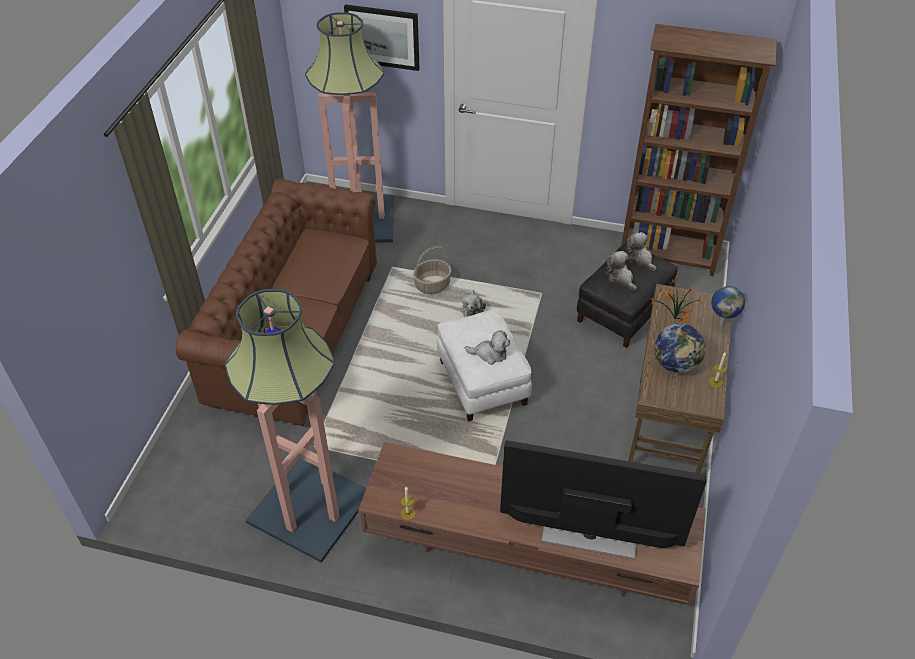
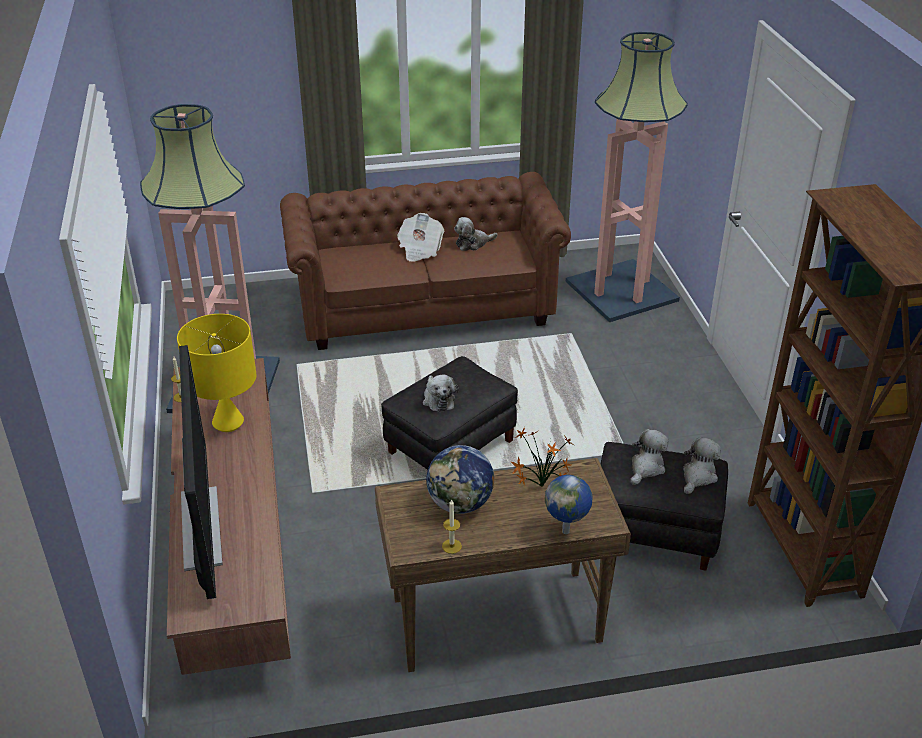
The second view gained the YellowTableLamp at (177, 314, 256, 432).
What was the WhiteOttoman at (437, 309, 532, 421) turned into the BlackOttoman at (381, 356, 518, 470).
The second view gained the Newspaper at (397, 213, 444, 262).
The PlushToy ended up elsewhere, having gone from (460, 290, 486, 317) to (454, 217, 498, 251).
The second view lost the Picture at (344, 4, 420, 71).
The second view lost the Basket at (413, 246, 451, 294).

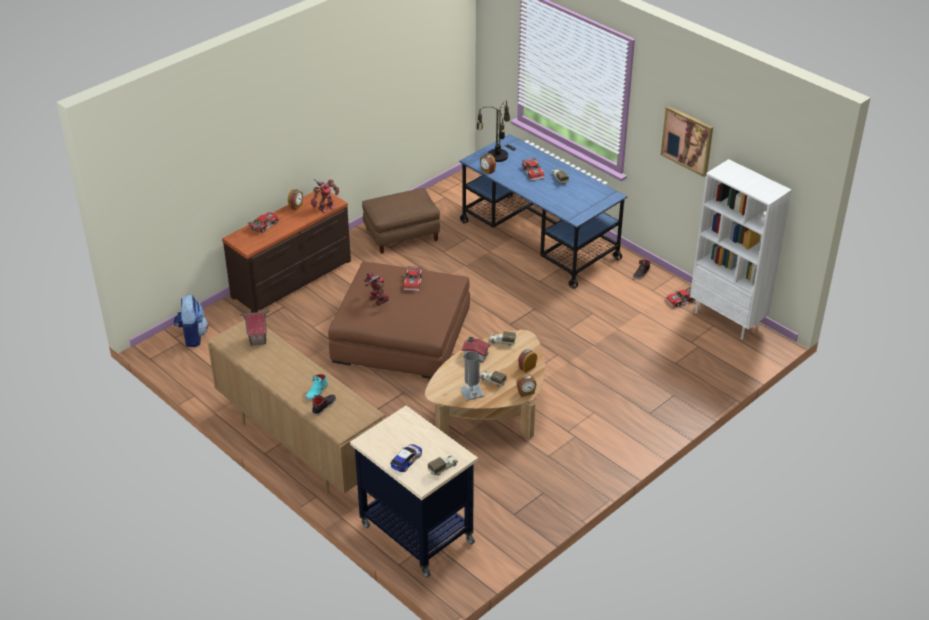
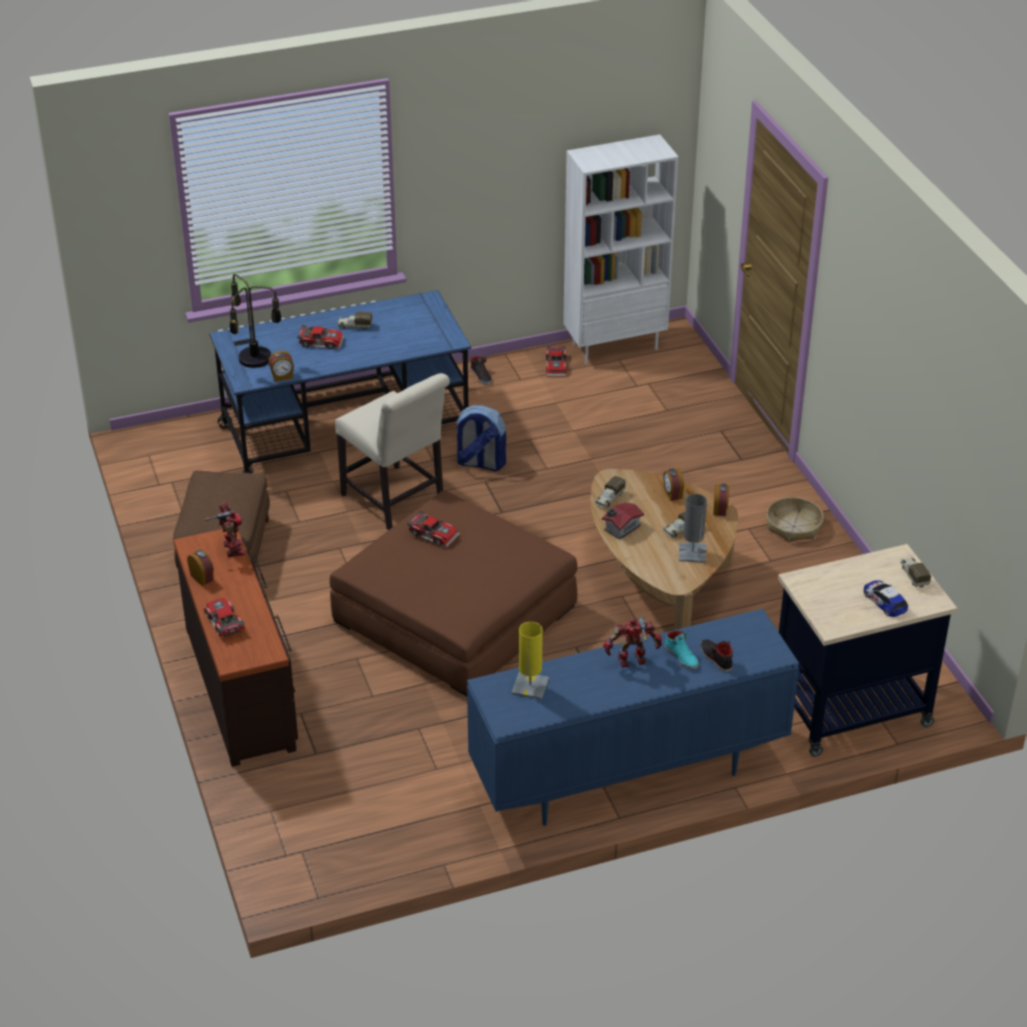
The second view gained the BeigeChair at (335, 373, 450, 530).
The Backpack ended up elsewhere, having gone from (174, 295, 208, 347) to (455, 405, 506, 471).
What was the BrownDresser at (207, 320, 386, 494) turned into the BlueDresser at (467, 609, 800, 826).
Where the ToyHouse stood at (240, 310, 269, 346), the YellowTableLamp came to stand at (512, 622, 549, 700).
The ToyRobot ended up elsewhere, having gone from (364, 271, 389, 305) to (603, 617, 662, 668).
The second view gained the Basket at (767, 497, 824, 543).
The second view lost the Picture at (661, 106, 713, 177).

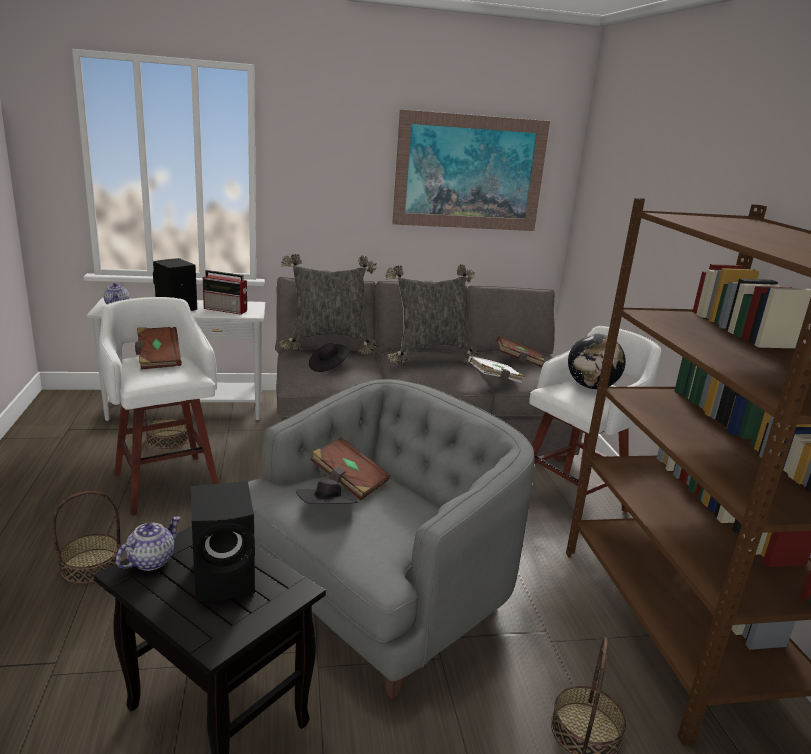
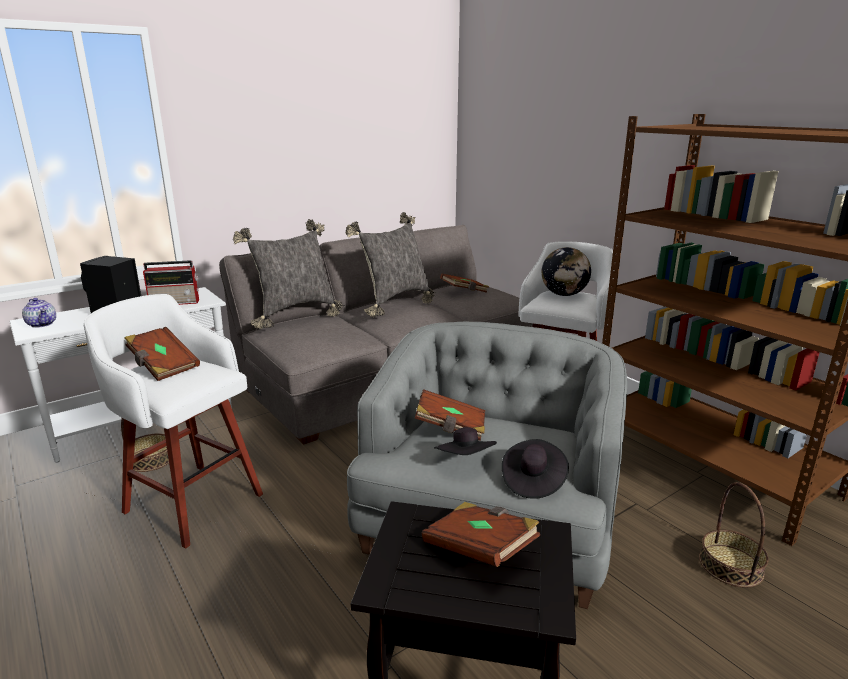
Where the BlackSpeaker stood at (190, 481, 255, 601), the BrownBook came to stand at (421, 502, 540, 567).
The BlackHat ended up elsewhere, having gone from (309, 343, 350, 372) to (502, 439, 569, 499).
The second view lost the Basket at (52, 491, 121, 584).
The second view lost the Teapot at (116, 516, 181, 571).
The second view lost the Picture at (392, 109, 550, 231).
The second view lost the WhiteBook at (468, 356, 525, 383).

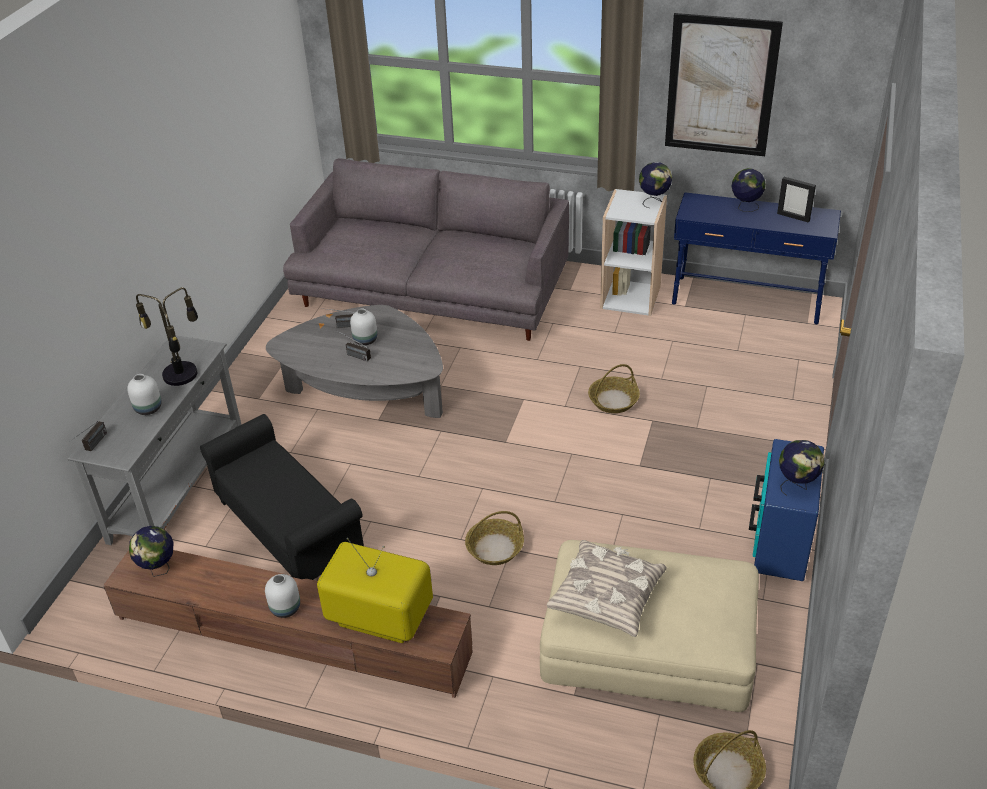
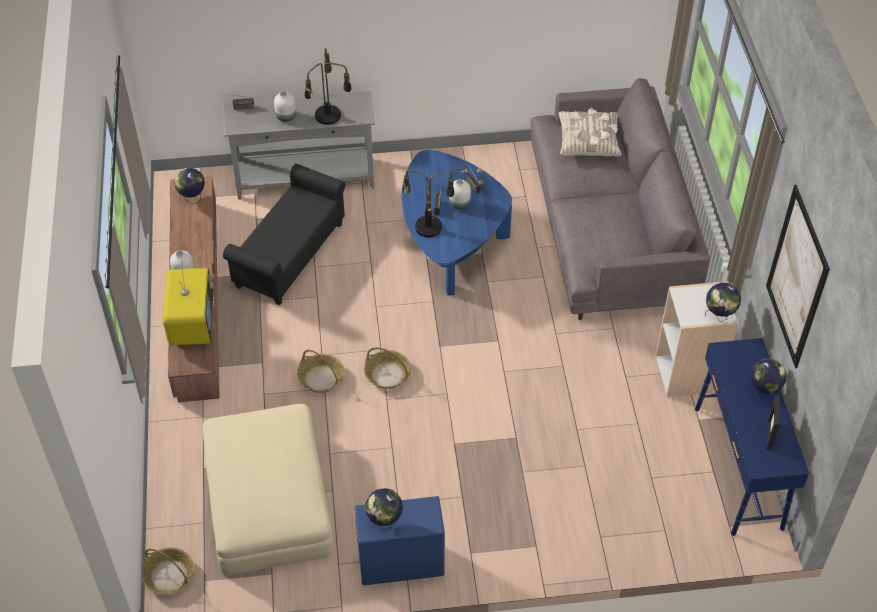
The Basket ended up elsewhere, having gone from (588, 364, 640, 413) to (364, 347, 411, 389).
What was the GreyCoffeeTable at (266, 305, 443, 418) turned into the BlueCoffeeTable at (402, 150, 512, 296).
The second view gained the TableLamp at (402, 170, 454, 237).
The BeigePillow ended up elsewhere, having gone from (547, 540, 667, 637) to (558, 108, 622, 157).

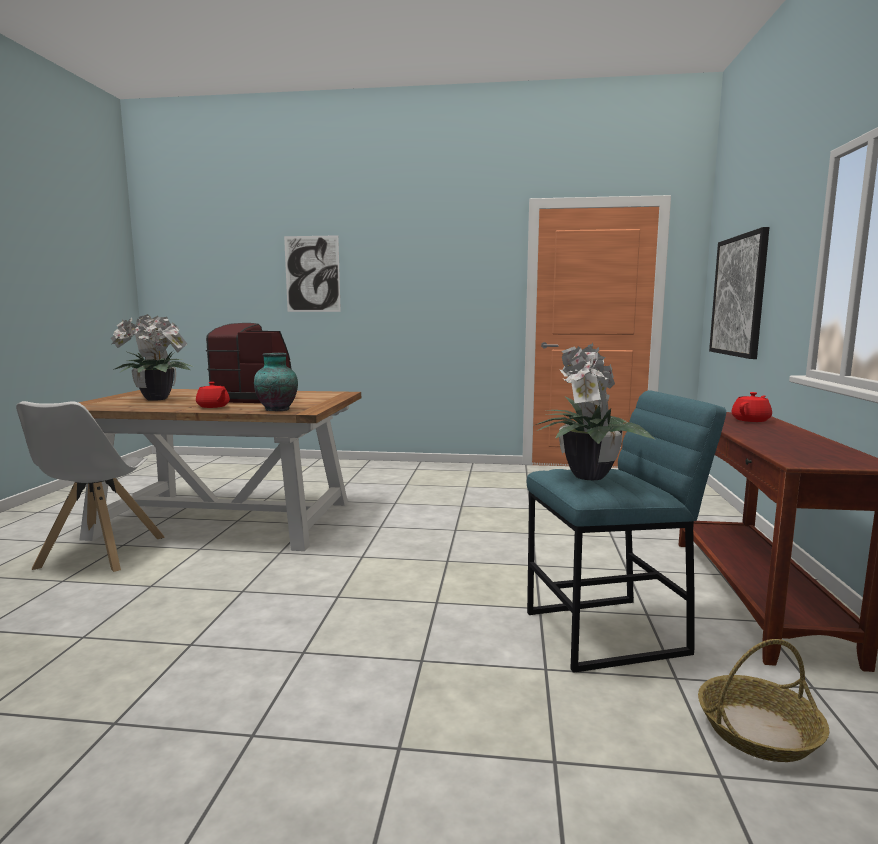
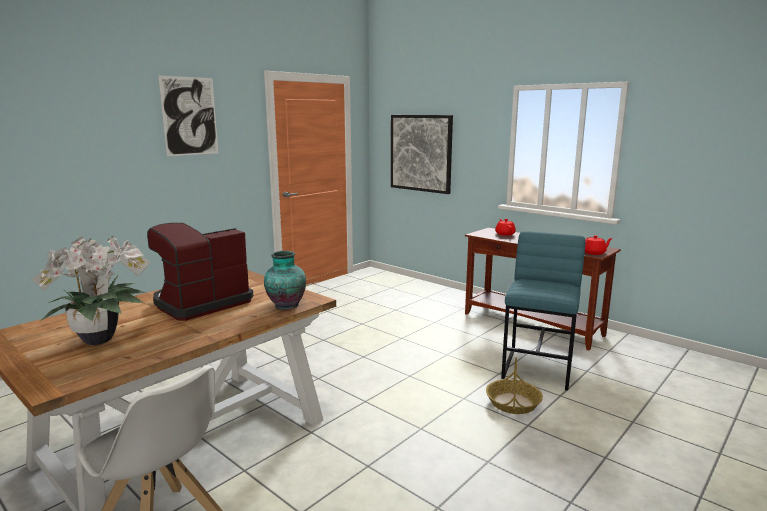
The Picture ended up elsewhere, having gone from (284, 235, 341, 312) to (158, 75, 218, 156).
The Basket ended up elsewhere, having gone from (698, 639, 830, 762) to (486, 357, 543, 414).
The RedTeapot ended up elsewhere, having gone from (196, 382, 230, 408) to (585, 235, 613, 255).
The second view lost the PottedPlant at (536, 343, 655, 480).

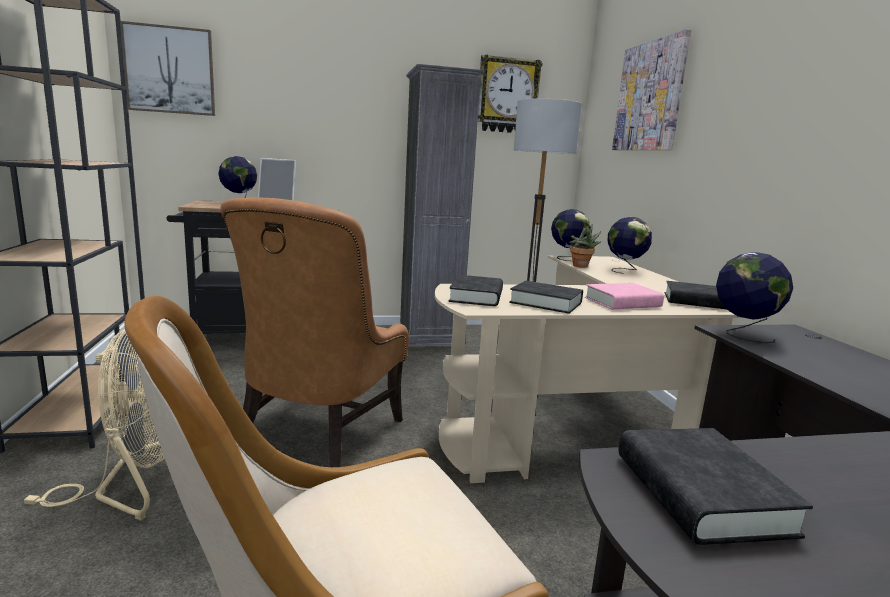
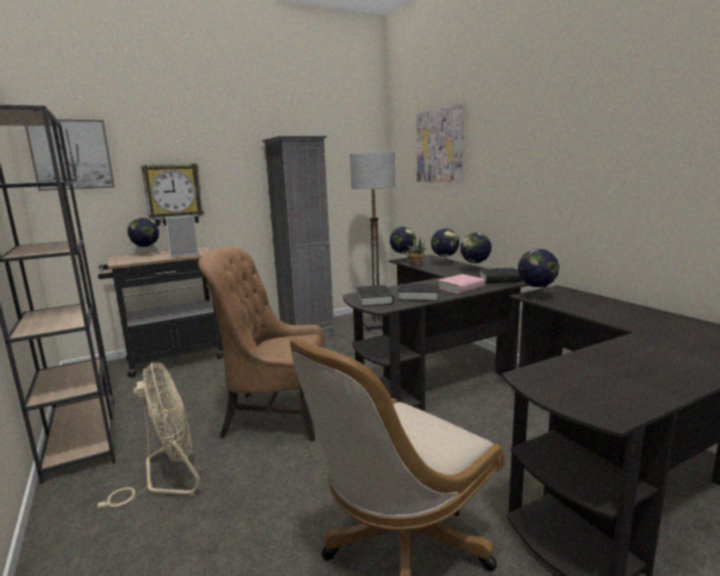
The WallClock ended up elsewhere, having gone from (478, 54, 543, 133) to (141, 164, 204, 226).
The BrownChair at (220, 198, 409, 467) ended up facing another way, 90 degrees clockwise from before.
What was the BeigeDesk at (435, 255, 766, 483) turned into the BlackDesk at (343, 254, 530, 411).
The second view gained the Globe at (461, 233, 491, 273).
The second view lost the BlackBook at (618, 428, 813, 545).

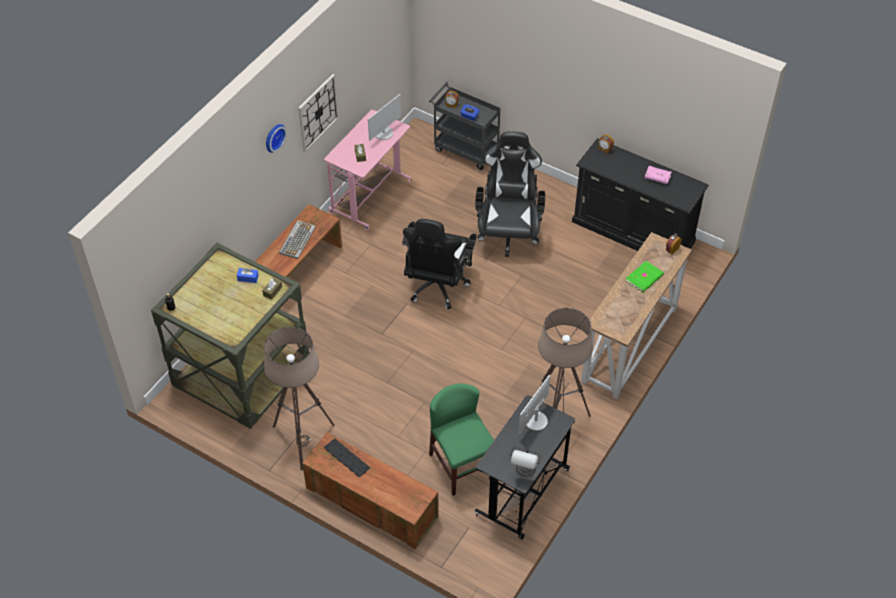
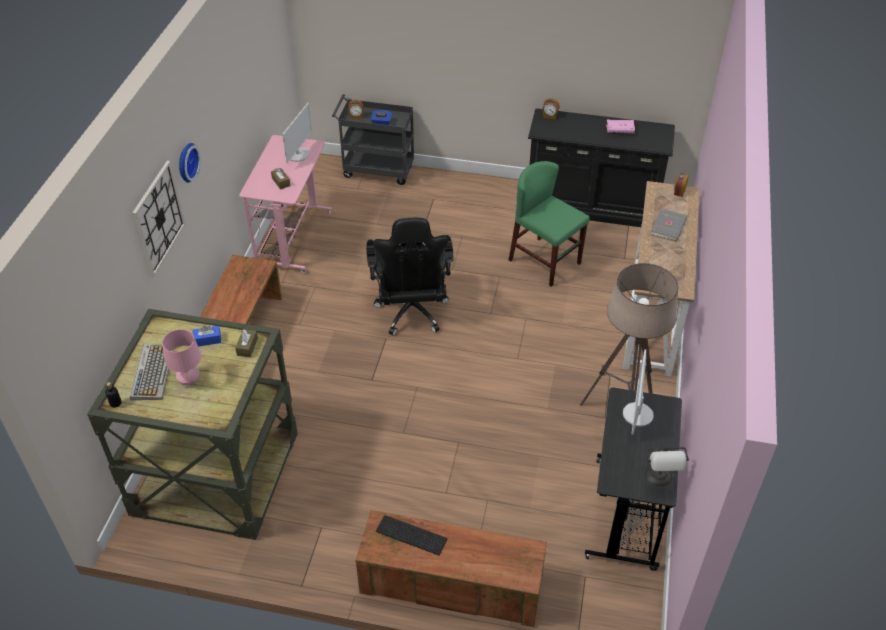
The Keyboard ended up elsewhere, having gone from (279, 220, 316, 259) to (130, 344, 174, 400).
The WallClock ended up elsewhere, having gone from (298, 74, 339, 152) to (132, 161, 186, 277).
The second view gained the PinkTableLamp at (162, 329, 201, 386).
The GreenChair ended up elsewhere, having gone from (429, 384, 494, 496) to (509, 161, 590, 287).
What was the GreenBook at (626, 261, 664, 293) turned into the GreyBook at (650, 209, 687, 242).
The second view lost the FloorLamp at (264, 327, 335, 470).
The second view lost the BlackOfficeChair at (475, 131, 545, 257).

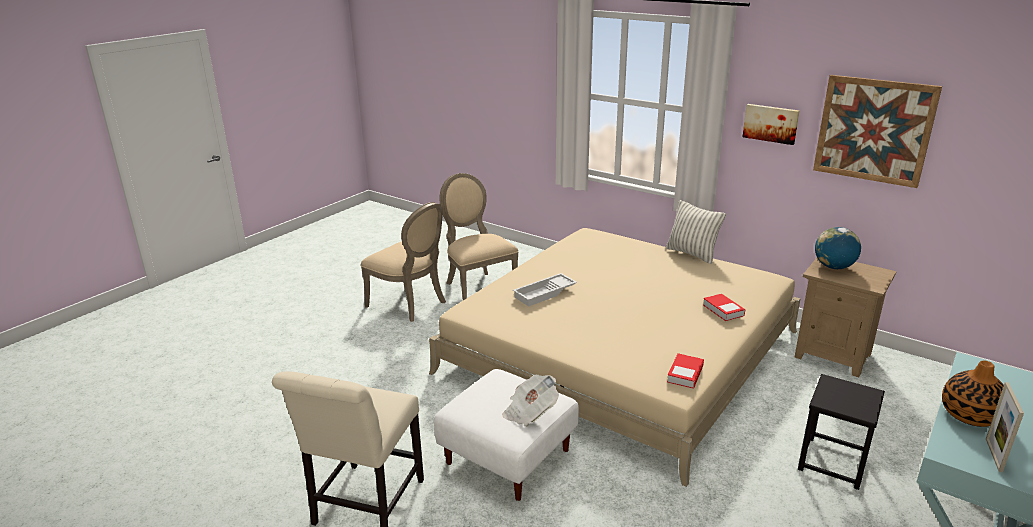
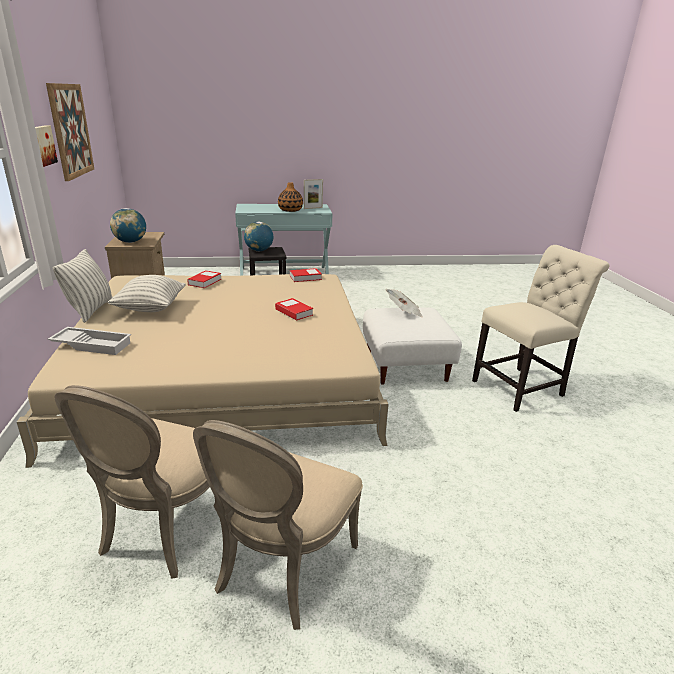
The WhiteTray ended up elsewhere, having gone from (513, 273, 577, 306) to (48, 327, 131, 355).
The second view gained the Pillow at (108, 275, 186, 312).
The BeigeChair at (361, 202, 446, 322) ended up facing another way, 150 degrees counterclockwise from before.
The second view gained the Globe at (244, 221, 273, 251).
The second view gained the Book at (275, 298, 313, 321).

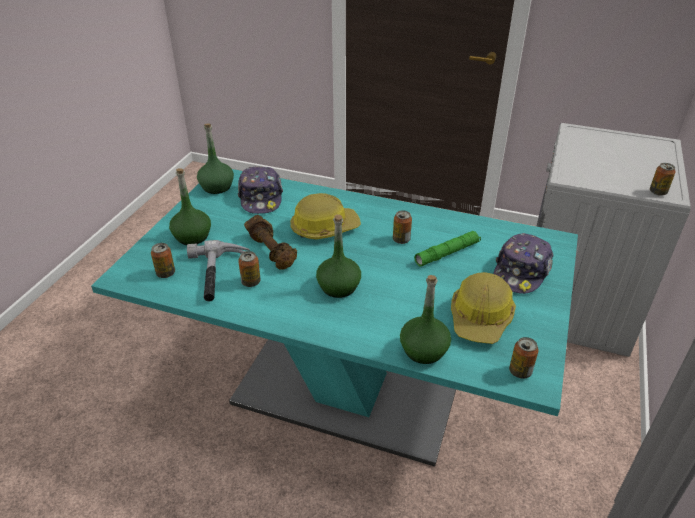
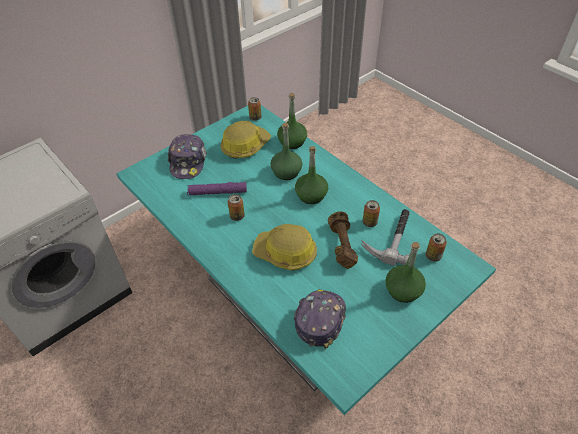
The Cap at (493, 233, 554, 294) ended up facing another way, 120 degrees clockwise from before.
What was the GreenFlashlight at (414, 231, 481, 266) turned into the PurpleFlashlight at (187, 182, 247, 195).
The GreenBottle ended up elsewhere, having gone from (197, 123, 234, 194) to (270, 123, 302, 180).
The second view lost the Can at (650, 163, 676, 196).

